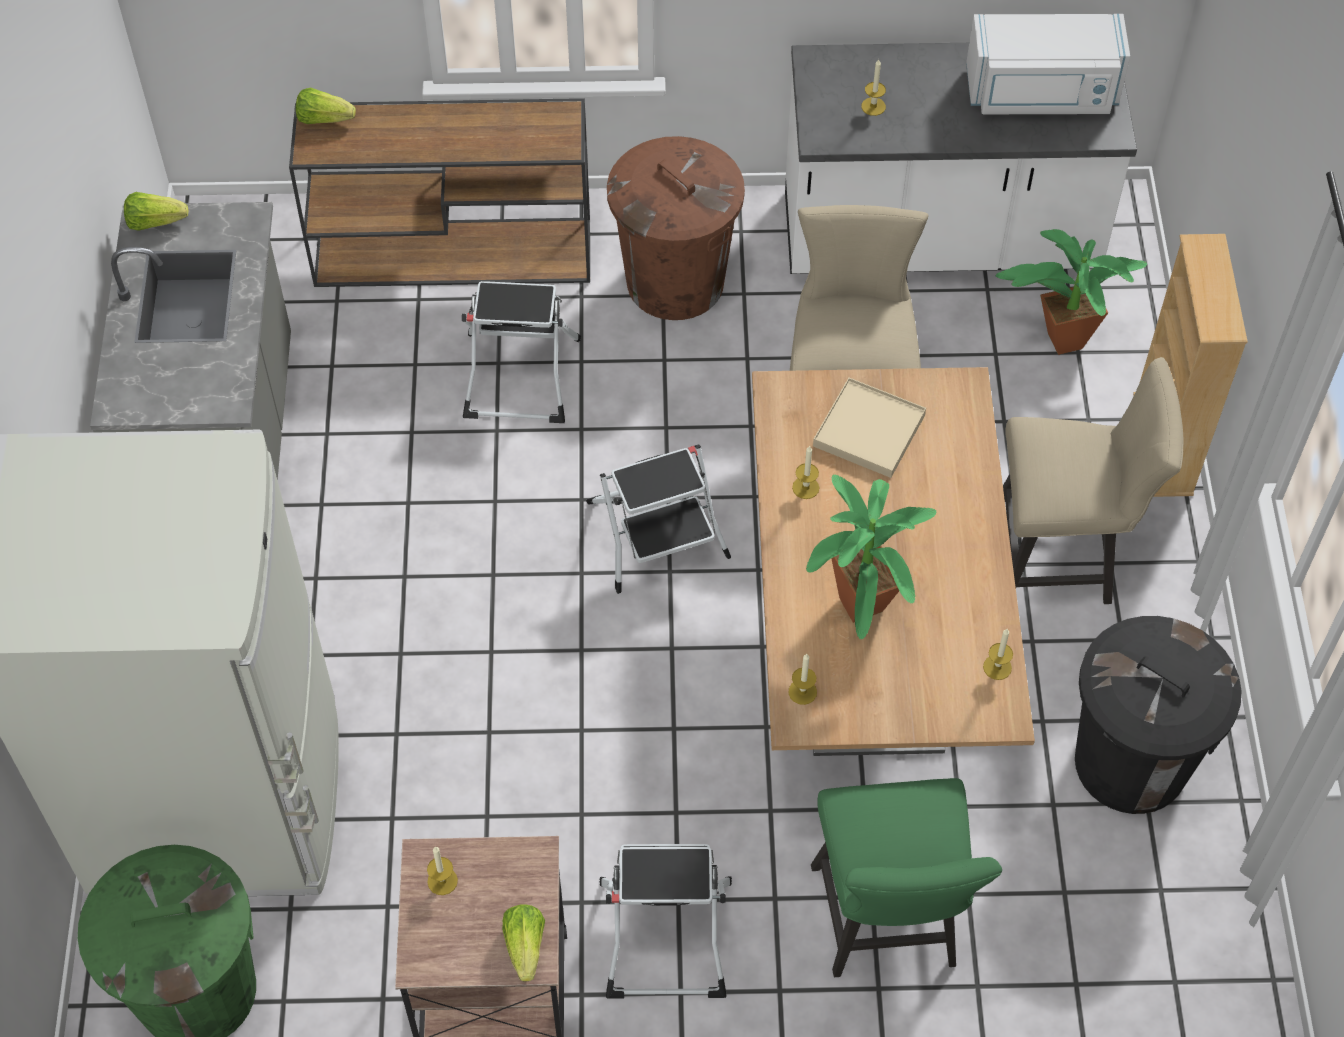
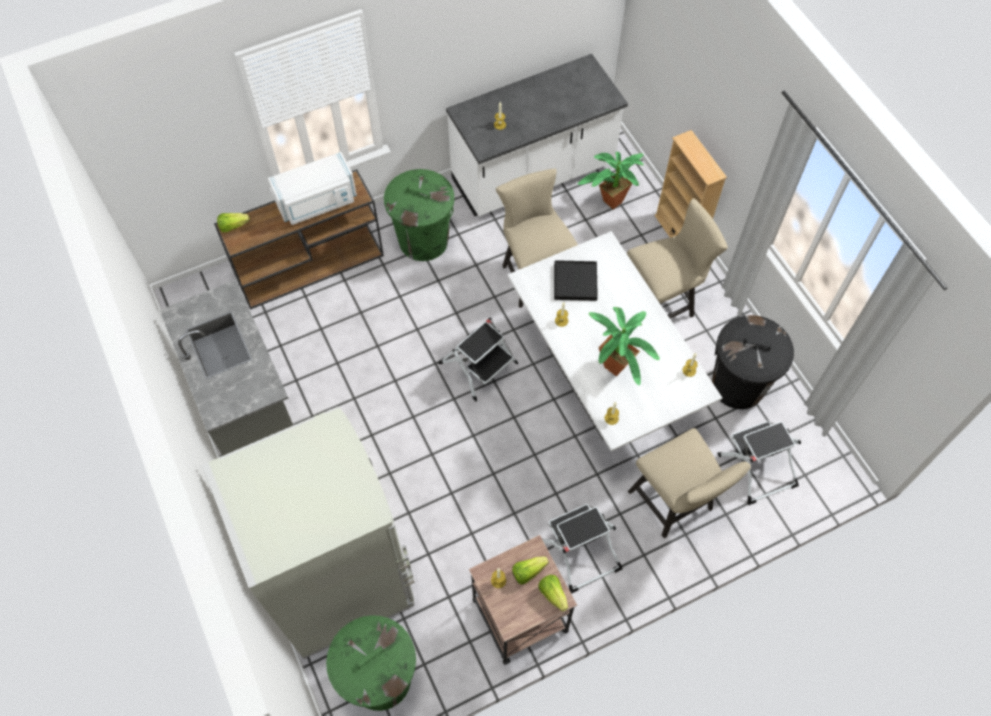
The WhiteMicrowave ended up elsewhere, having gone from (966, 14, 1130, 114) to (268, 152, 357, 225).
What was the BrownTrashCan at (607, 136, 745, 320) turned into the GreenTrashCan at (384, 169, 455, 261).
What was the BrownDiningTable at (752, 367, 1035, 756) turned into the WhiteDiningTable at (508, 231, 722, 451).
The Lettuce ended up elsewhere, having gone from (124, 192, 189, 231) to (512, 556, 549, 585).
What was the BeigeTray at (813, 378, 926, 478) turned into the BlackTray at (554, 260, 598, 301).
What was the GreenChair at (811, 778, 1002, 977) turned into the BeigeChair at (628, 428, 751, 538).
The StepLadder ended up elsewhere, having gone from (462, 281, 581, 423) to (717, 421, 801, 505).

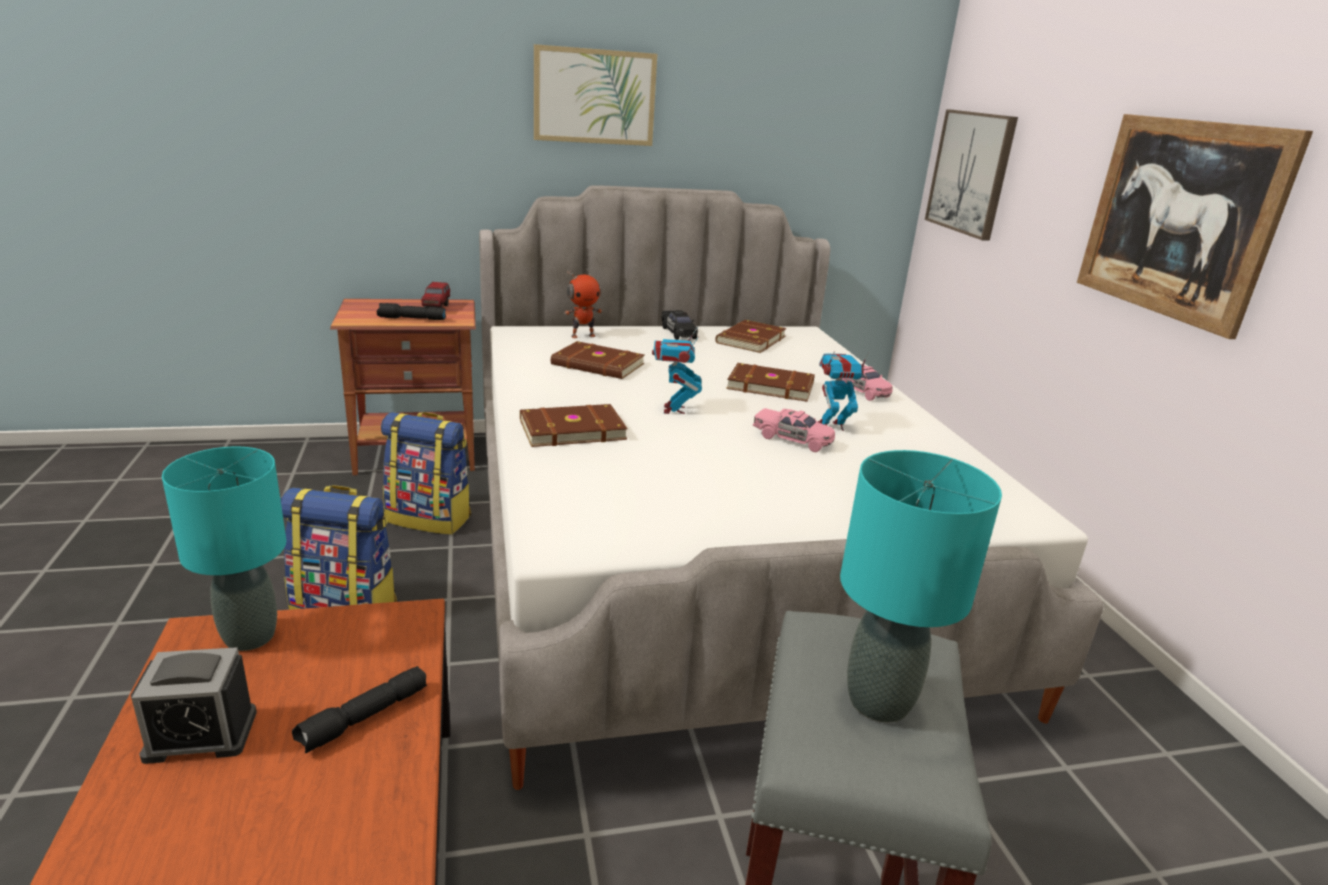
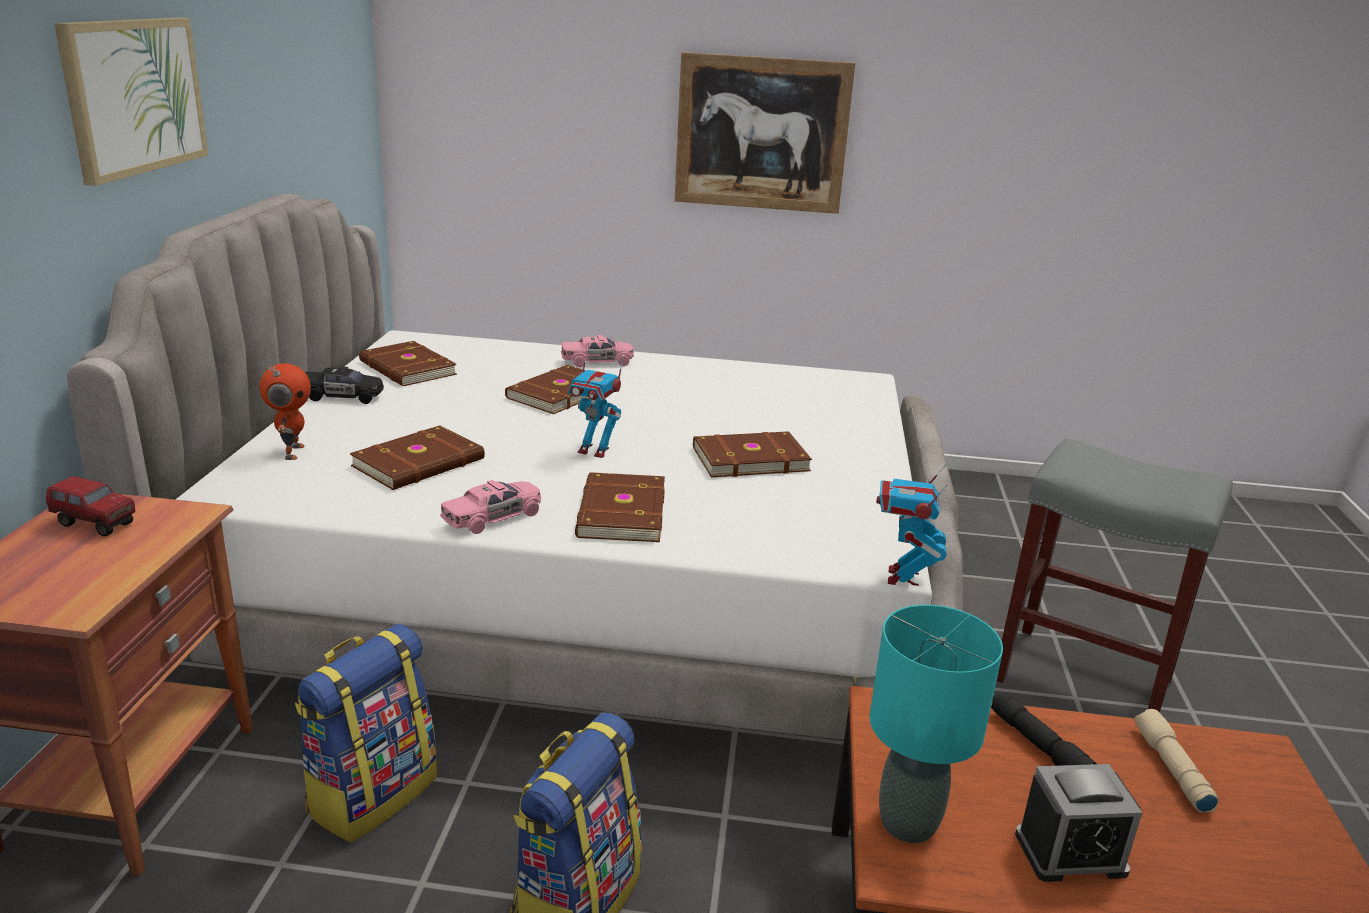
The PinkToyCar ended up elsewhere, having gone from (753, 408, 835, 452) to (440, 480, 541, 534).
The second view gained the BrownBook at (693, 431, 812, 478).
The ToyRobot ended up elsewhere, having gone from (818, 351, 869, 431) to (876, 464, 947, 586).
The AlarmClock at (131, 647, 257, 764) ended up facing another way, 75 degrees clockwise from before.
The second view gained the BeigeFlashlight at (1134, 709, 1219, 812).
The second view lost the BlackFlashlight at (377, 303, 446, 320).
The second view lost the TurquoiseTableLamp at (840, 450, 1002, 722).
The second view lost the Picture at (925, 109, 1018, 241).

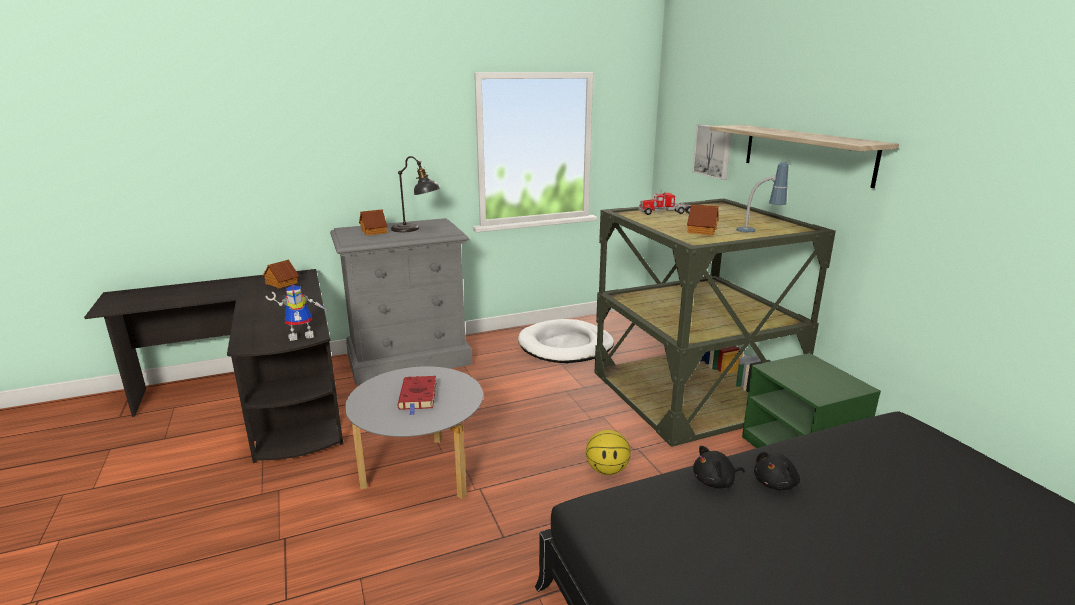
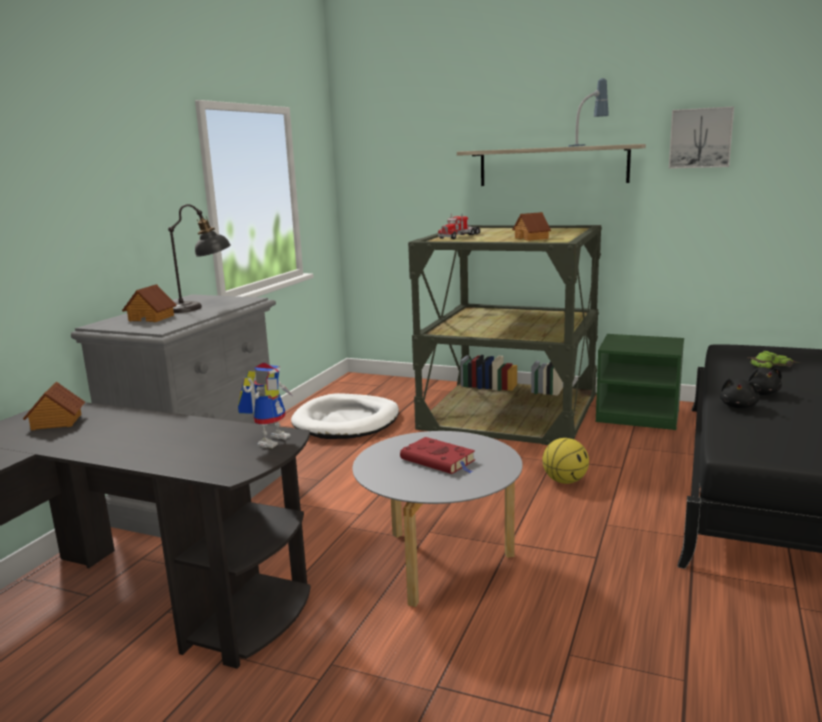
The TableLamp ended up elsewhere, having gone from (736, 162, 789, 233) to (568, 78, 609, 147).
The Picture ended up elsewhere, having gone from (692, 124, 732, 180) to (669, 106, 734, 169).
The second view gained the ToyCar at (747, 351, 799, 368).

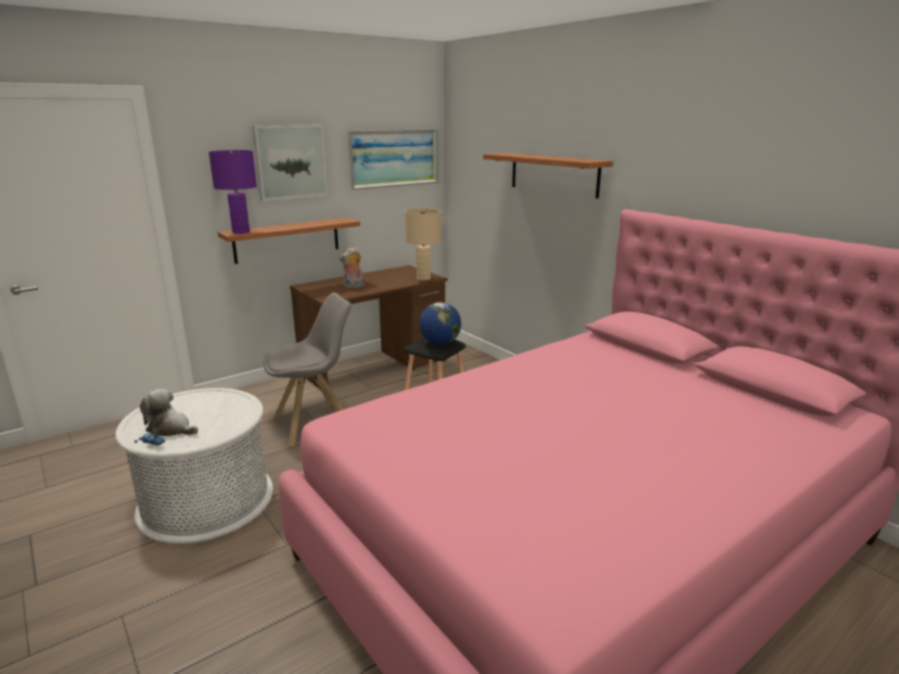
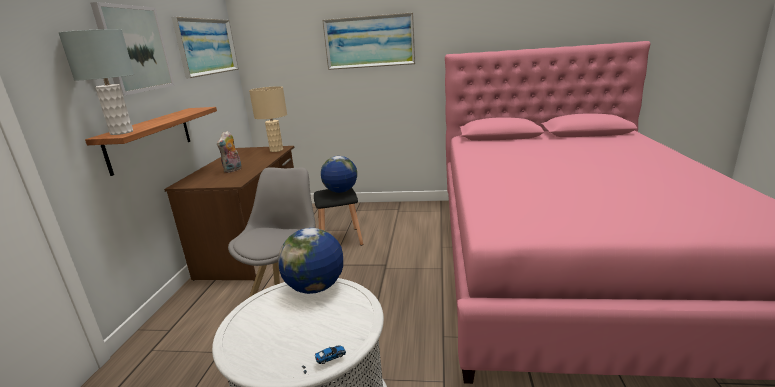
What was the PurpleTableLamp at (209, 150, 257, 234) turned into the GreyTableLamp at (59, 29, 134, 135).
The second view gained the Globe at (278, 228, 343, 294).
Where the Shelf hung at (483, 153, 613, 199), the Picture came to hang at (322, 12, 415, 70).
The second view lost the PlushToy at (140, 389, 198, 436).

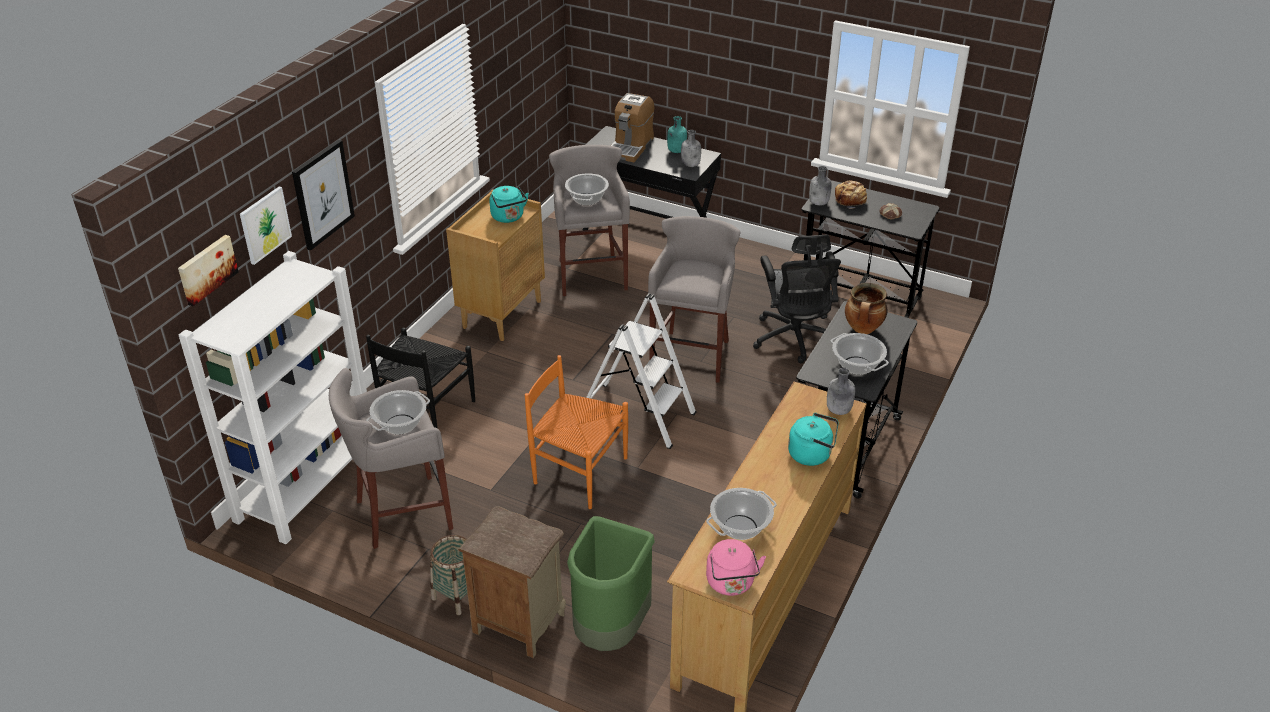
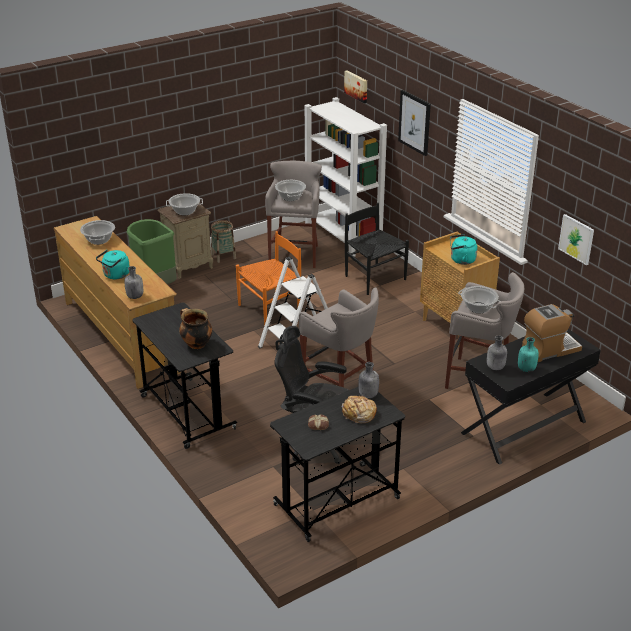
The CookingPot ended up elsewhere, having gone from (831, 333, 889, 375) to (166, 193, 203, 215).
The CoffeeMachine at (611, 93, 654, 162) ended up facing another way, 105 degrees clockwise from before.
The Picture ended up elsewhere, having gone from (240, 186, 292, 265) to (558, 214, 594, 265).
The second view lost the PinkKettle at (706, 539, 766, 596).

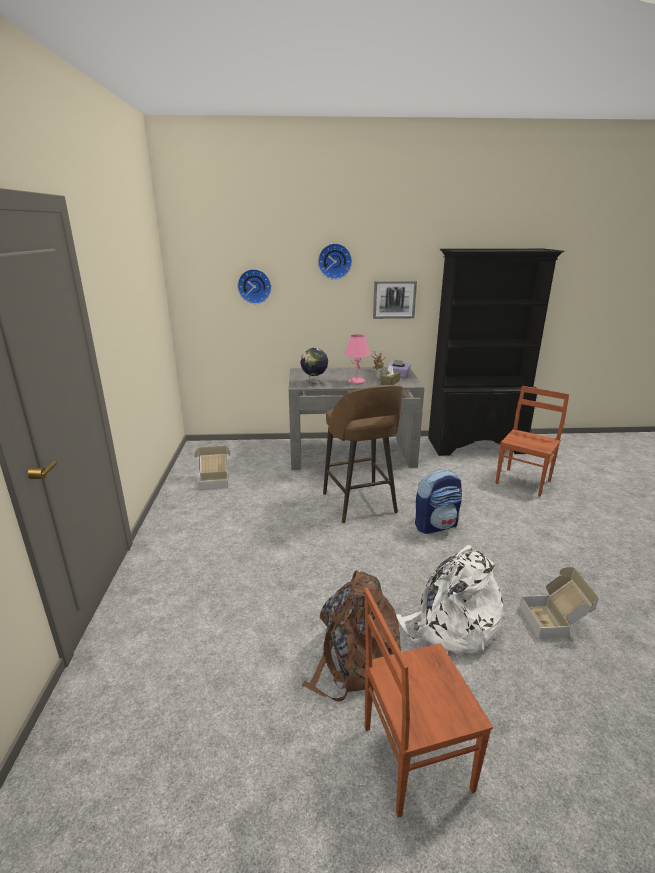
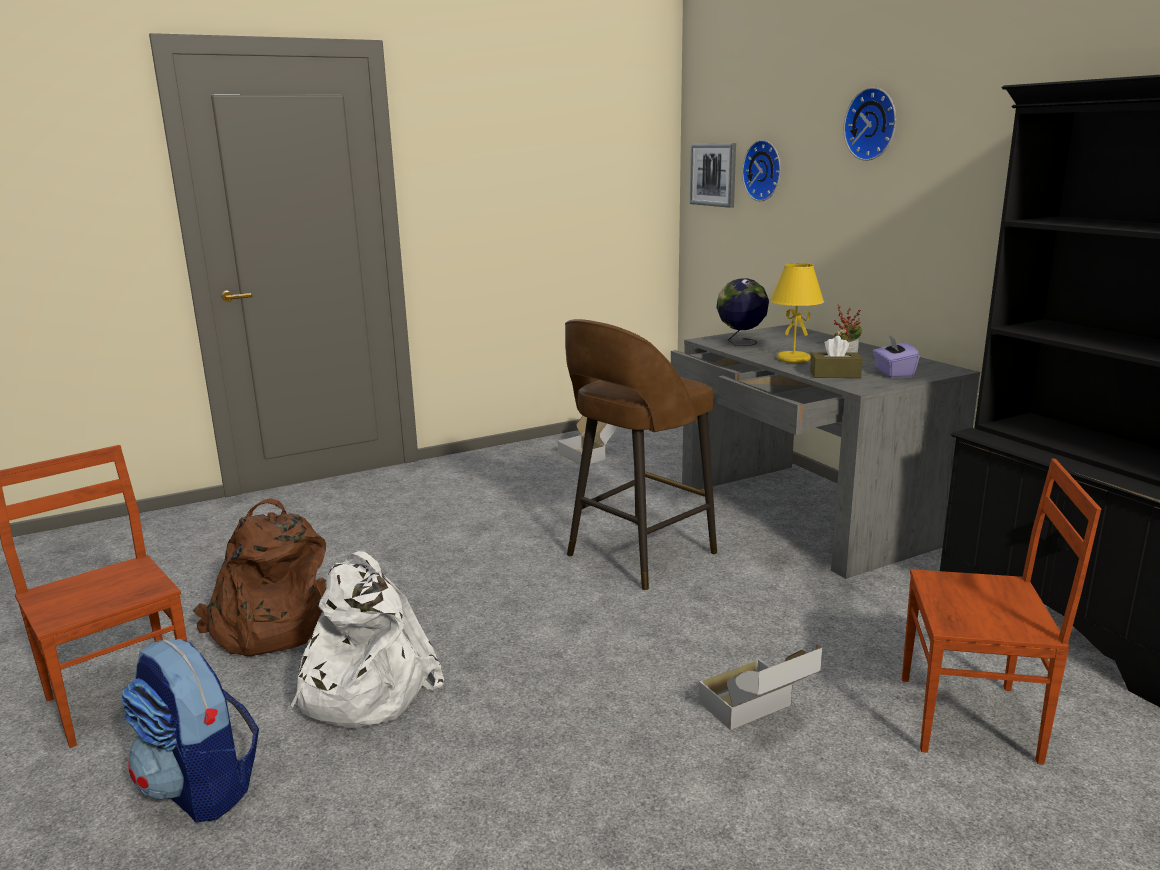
The Backpack ended up elsewhere, having gone from (415, 469, 462, 534) to (121, 639, 259, 822).
The Picture ended up elsewhere, having gone from (373, 281, 417, 319) to (690, 143, 736, 208).
The CardboardBox ended up elsewhere, having gone from (520, 567, 599, 639) to (699, 644, 822, 730).
What was the PinkTableLamp at (344, 334, 371, 384) turned into the YellowTableLamp at (770, 263, 824, 363).

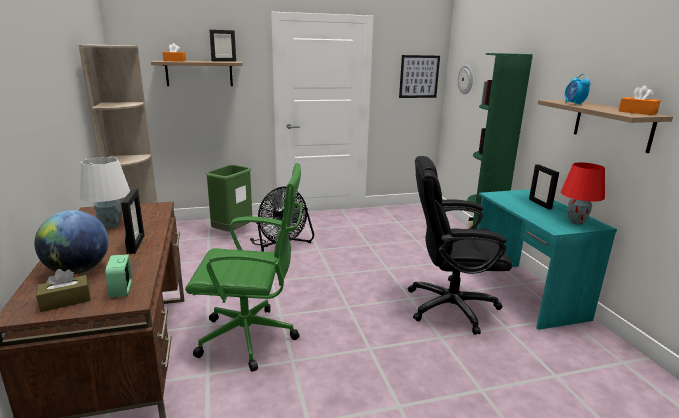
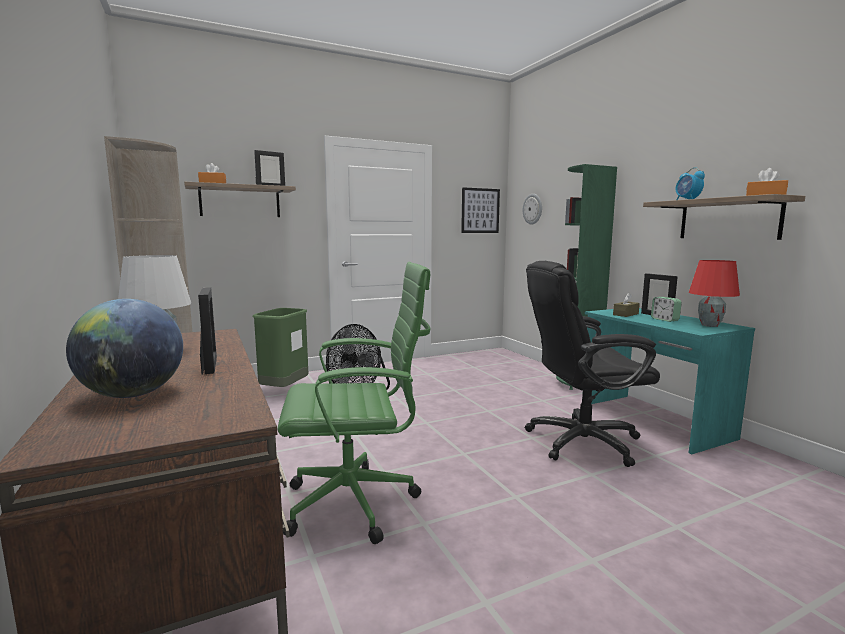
The BrownTissueBox ended up elsewhere, having gone from (36, 269, 91, 312) to (613, 293, 640, 317).
The AlarmClock ended up elsewhere, having gone from (106, 254, 132, 298) to (651, 297, 682, 322).

